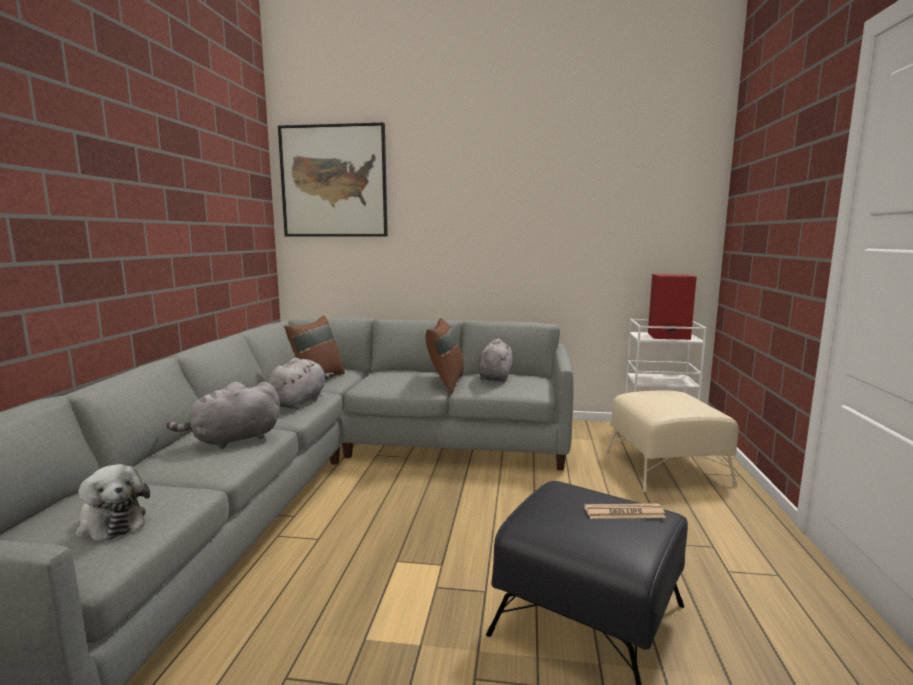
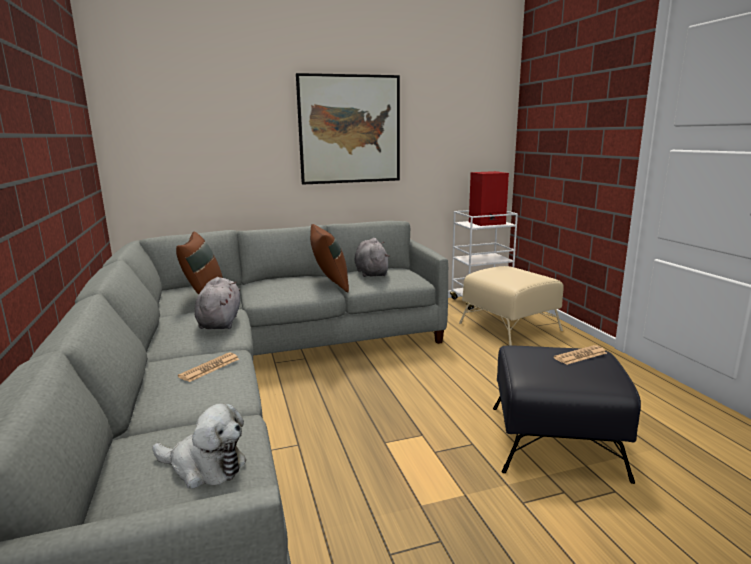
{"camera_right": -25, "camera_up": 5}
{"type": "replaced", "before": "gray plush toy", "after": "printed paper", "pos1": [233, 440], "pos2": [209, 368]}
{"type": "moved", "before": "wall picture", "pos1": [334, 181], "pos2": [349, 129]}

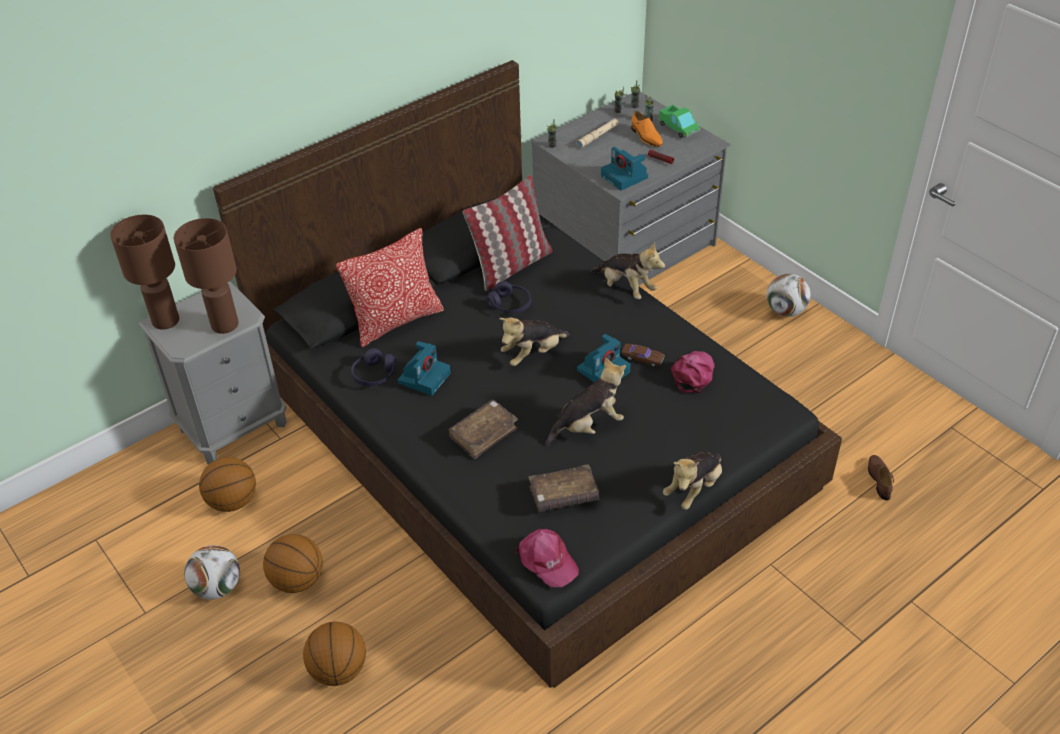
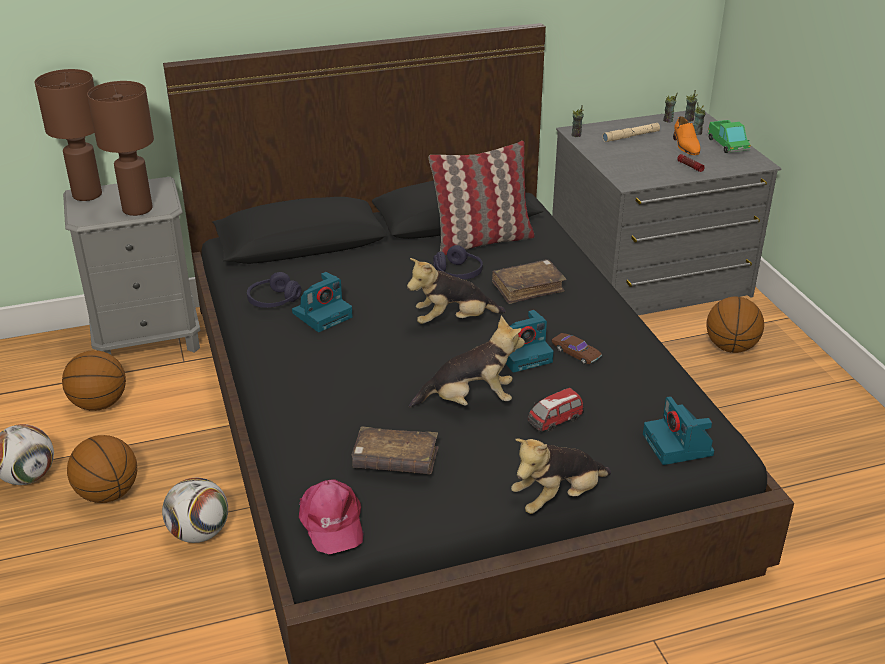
{"camera_right": 20, "camera_up": -10}
{"type": "moved", "before": "basketball", "pos1": [338, 670], "pos2": [731, 347]}
{"type": "removed", "before": "pillow", "pos1": [396, 321]}
{"type": "moved", "before": "brown book", "pos1": [483, 434], "pos2": [527, 288]}
{"type": "removed", "before": "plush toy", "pos1": [626, 288]}
{"type": "moved", "before": "photo camera", "pos1": [625, 177], "pos2": [679, 445]}
{"type": "removed", "before": "pinkish baseball cap", "pos1": [693, 374]}
{"type": "moved", "before": "ball for football", "pos1": [785, 311], "pos2": [199, 533]}
{"type": "removed", "before": "brown item of footwear", "pos1": [879, 479]}
{"type": "added", "after": "miniature car", "pos2": [555, 421]}

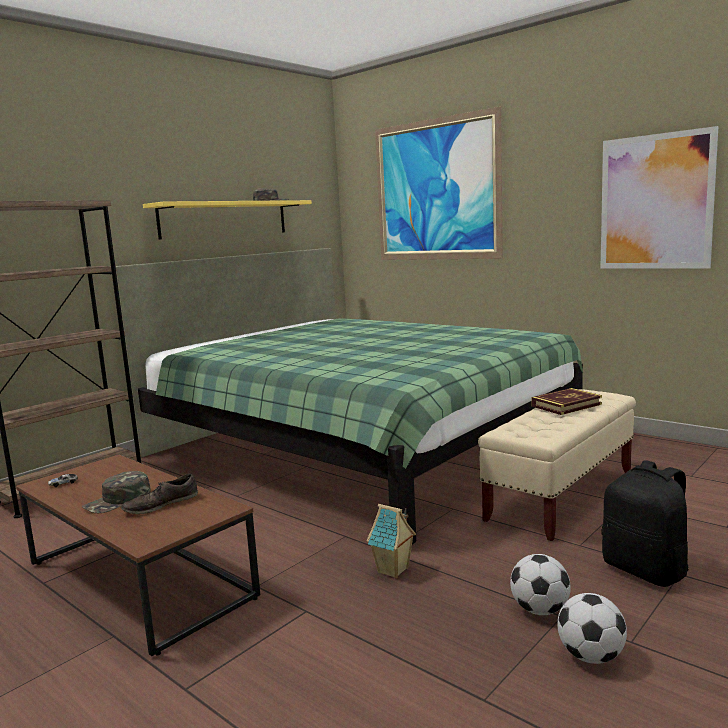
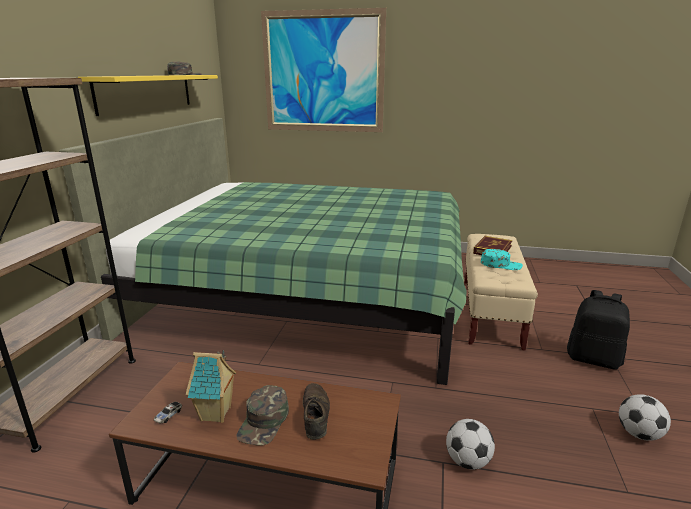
{"camera_right": -30, "camera_up": 10}
{"type": "turned", "before": "brown item of footwear", "pos1": [161, 504], "pos2": [315, 414], "turn": 150}
{"type": "moved", "before": "miniature house", "pos1": [393, 571], "pos2": [216, 414]}
{"type": "moved", "before": "ball for football", "pos1": [539, 610], "pos2": [467, 461]}
{"type": "removed", "before": "wall picture", "pos1": [655, 202]}
{"type": "added", "after": "turquoise baseball cap", "pos2": [501, 264]}

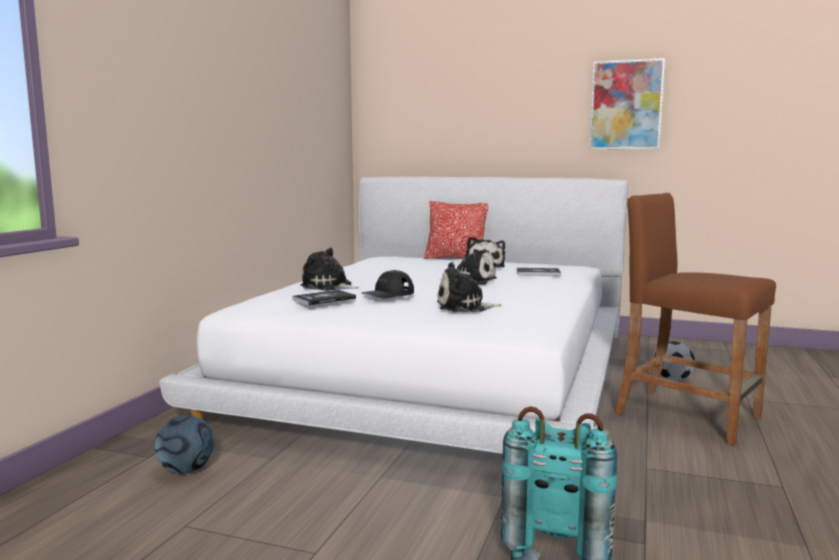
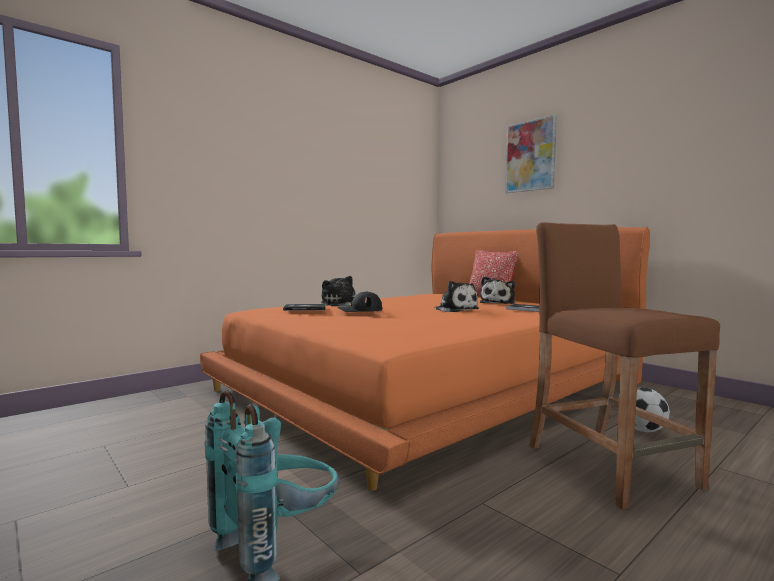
{"camera_right": 30, "camera_up": -5}
{"type": "removed", "before": "ball for football", "pos1": [186, 470]}
{"type": "recoloured", "before": "white-coloured bed", "after": "orange bed", "pos1": [439, 371], "pos2": [428, 384]}
{"type": "removed", "before": "plush toy", "pos1": [464, 307]}
{"type": "moved", "before": "wall picture", "pos1": [626, 105], "pos2": [530, 156]}

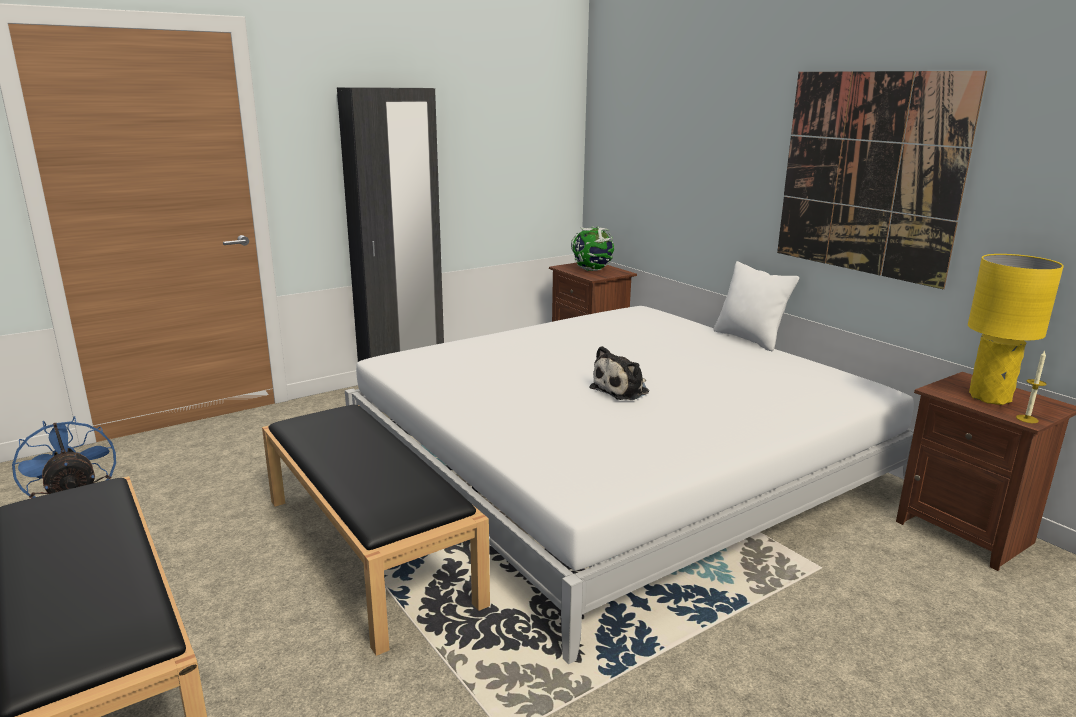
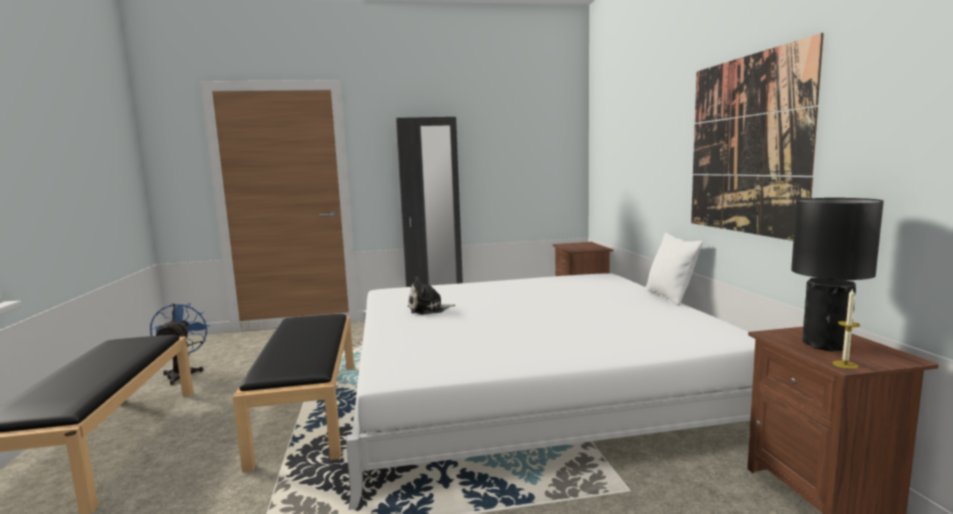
{"camera_right": 25, "camera_up": -10}
{"type": "removed", "before": "world globe", "pos1": [592, 270]}
{"type": "moved", "before": "plush toy", "pos1": [622, 390], "pos2": [428, 309]}
{"type": "recoloured", "before": "yellow-coloured tabletop lamp", "after": "blackish tabletop lamp", "pos1": [990, 398], "pos2": [825, 345]}

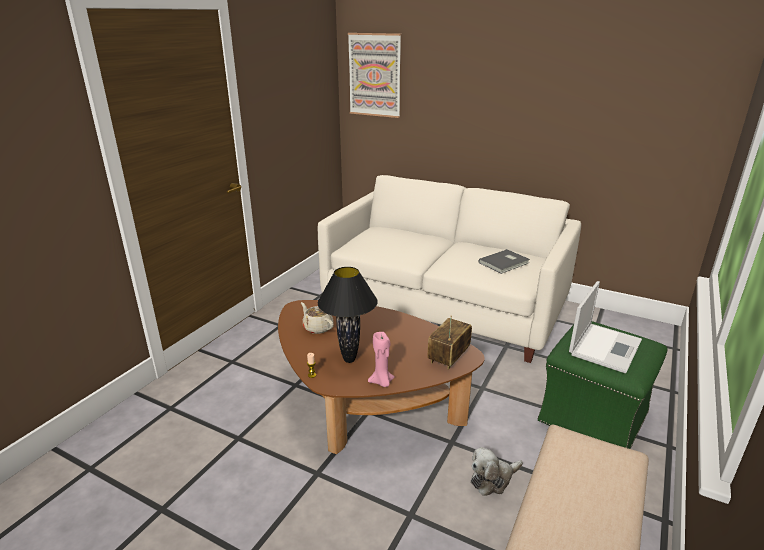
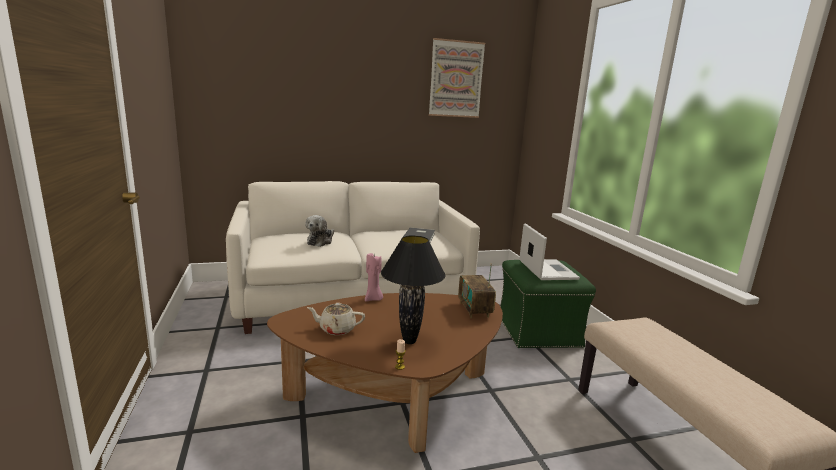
{"camera_right": -45, "camera_up": -10}
{"type": "moved", "before": "wall picture", "pos1": [375, 75], "pos2": [456, 79]}
{"type": "moved", "before": "pinkish candle", "pos1": [382, 382], "pos2": [373, 299]}
{"type": "moved", "before": "plush toy", "pos1": [493, 479], "pos2": [320, 241]}

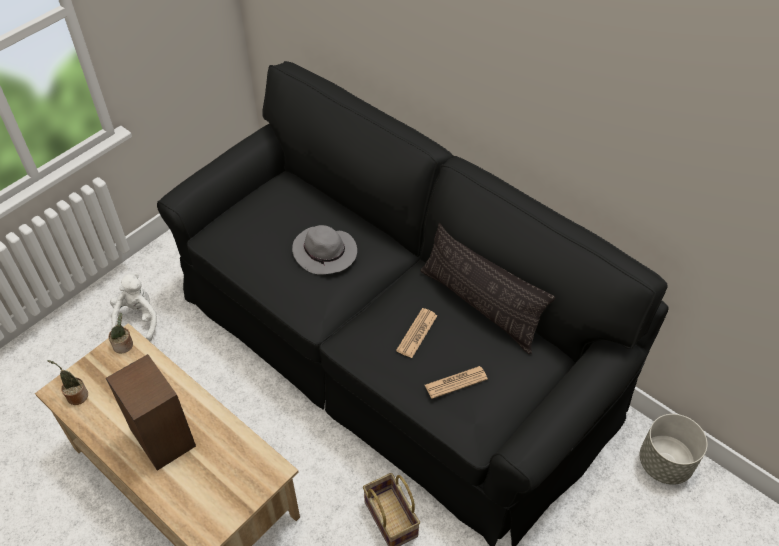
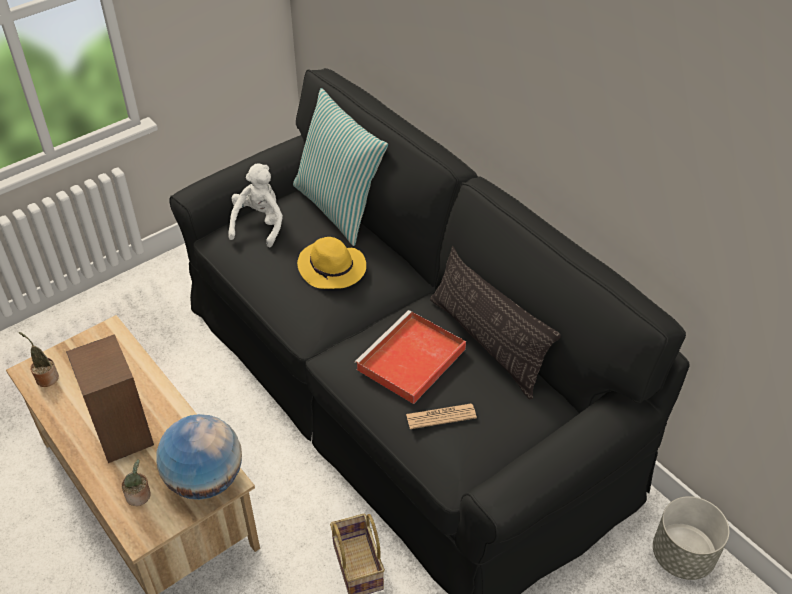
{"camera_right": 10, "camera_up": -5}
{"type": "moved", "before": "houseplant", "pos1": [124, 345], "pos2": [140, 496]}
{"type": "moved", "before": "white-coloured plush toy", "pos1": [138, 320], "pos2": [259, 225]}
{"type": "recoloured", "before": "gray clothing hat", "after": "yellow-coloured clothing hat", "pos1": [326, 253], "pos2": [332, 269]}
{"type": "replaced", "before": "printed paper", "after": "red-coloured serving tray", "pos1": [417, 333], "pos2": [410, 361]}
{"type": "added", "after": "world globe", "pos2": [205, 480]}
{"type": "added", "after": "pillow", "pos2": [339, 207]}

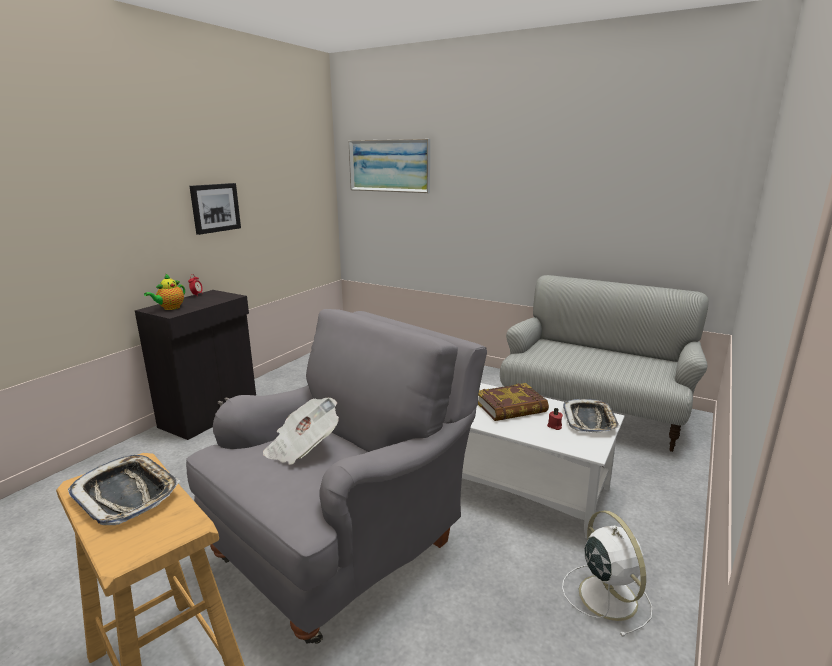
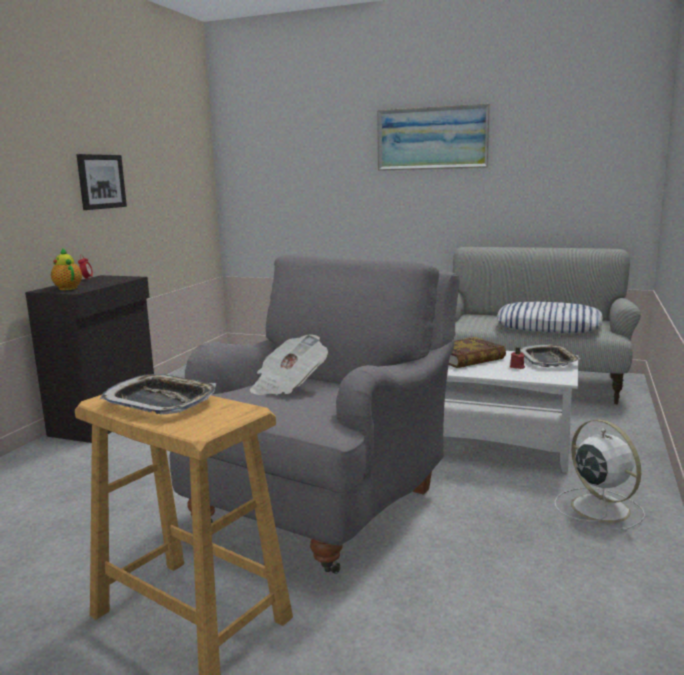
{"camera_right": -10, "camera_up": -5}
{"type": "turned", "before": "pot for tea", "pos1": [170, 308], "pos2": [67, 288], "turn": 120}
{"type": "moved", "before": "wall picture", "pos1": [389, 165], "pos2": [432, 138]}
{"type": "added", "after": "pillow", "pos2": [549, 326]}

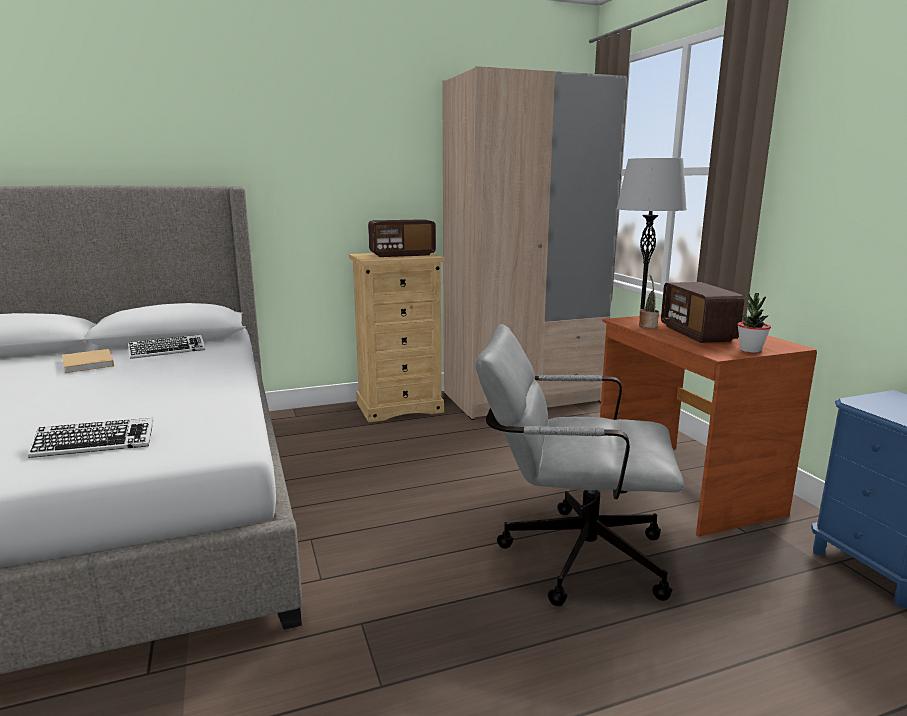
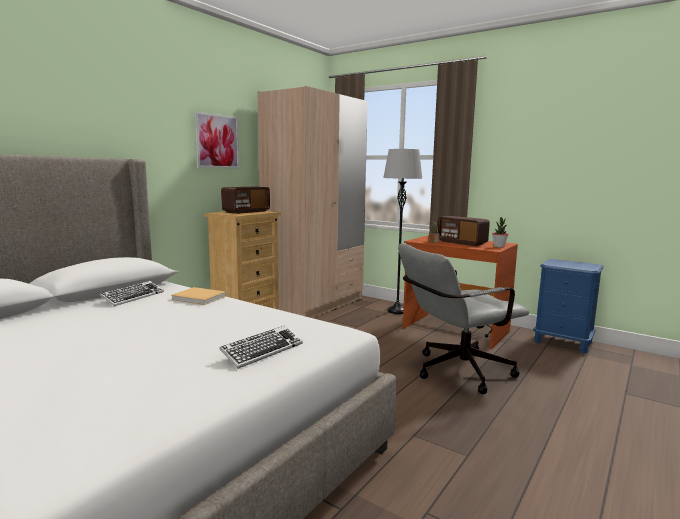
{"camera_right": -35, "camera_up": -5}
{"type": "moved", "before": "sand-coloured book", "pos1": [88, 363], "pos2": [200, 298]}
{"type": "added", "after": "wall picture", "pos2": [217, 141]}

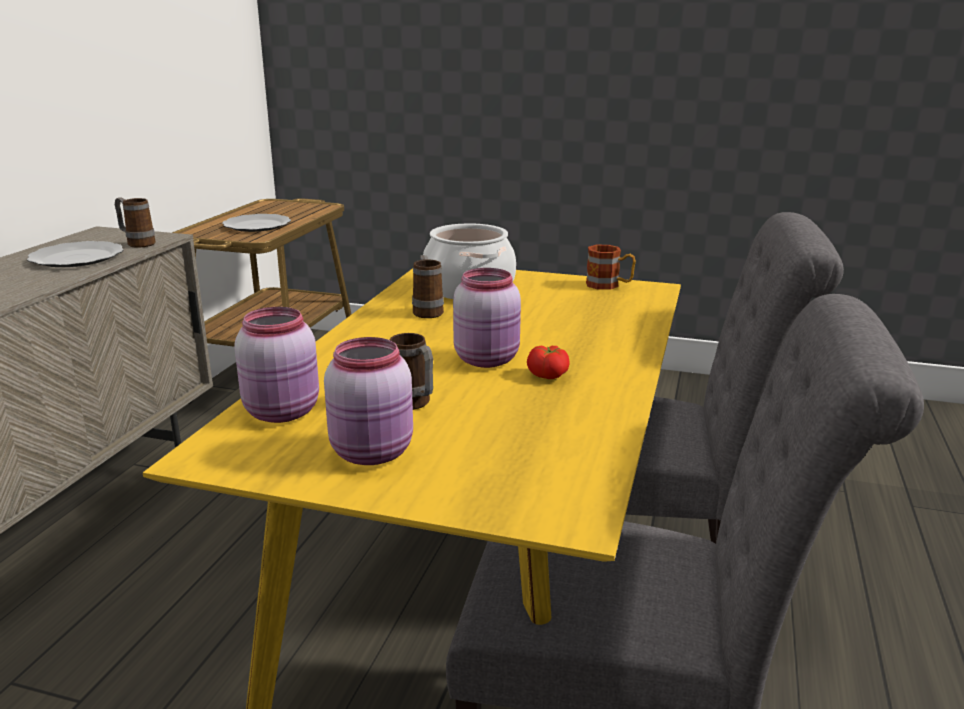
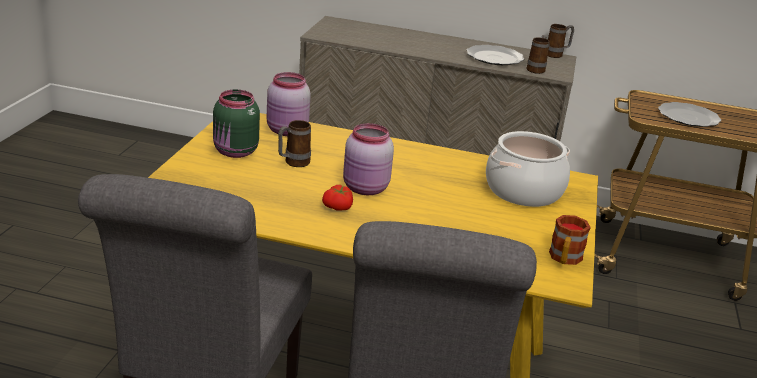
{"camera_right": 85, "camera_up": 5}
{"type": "recoloured", "before": "pinkish jar", "after": "greenish jar", "pos1": [374, 452], "pos2": [235, 152]}
{"type": "moved", "before": "mug", "pos1": [427, 311], "pos2": [557, 55]}

